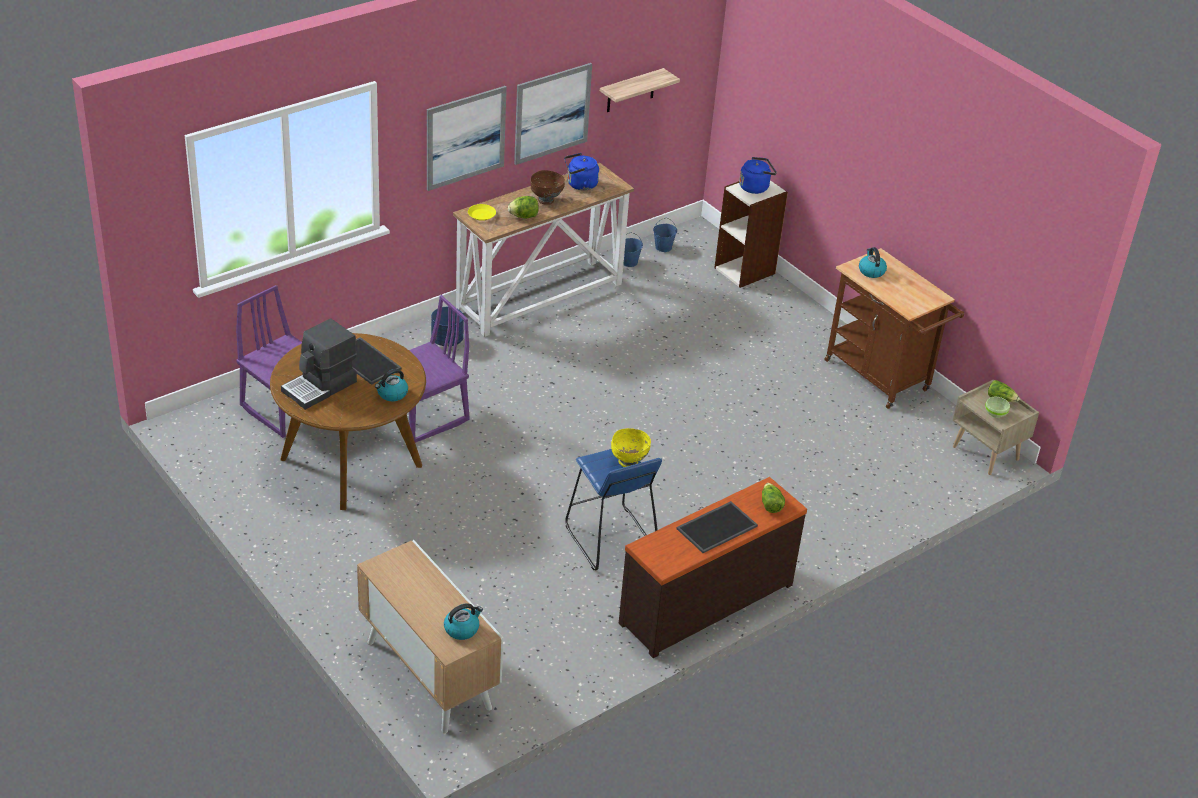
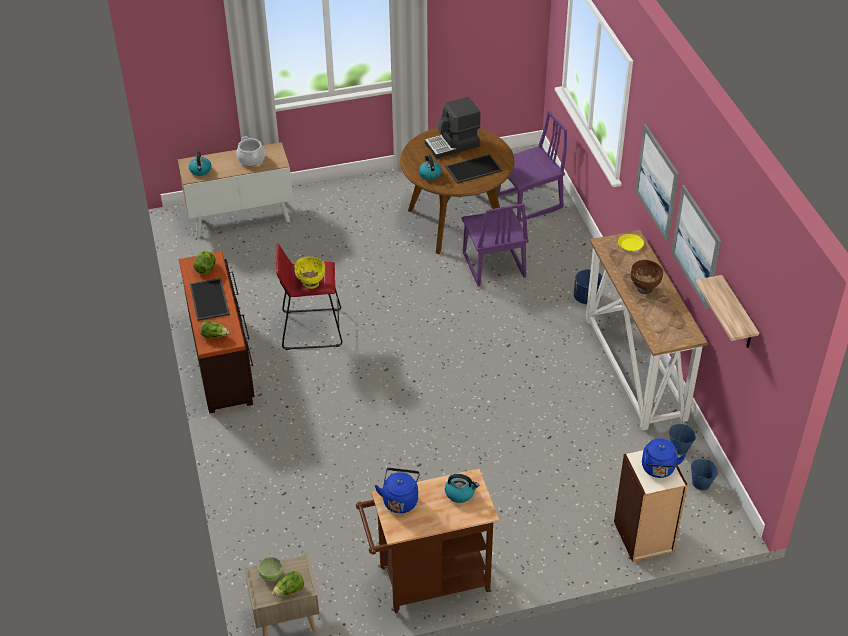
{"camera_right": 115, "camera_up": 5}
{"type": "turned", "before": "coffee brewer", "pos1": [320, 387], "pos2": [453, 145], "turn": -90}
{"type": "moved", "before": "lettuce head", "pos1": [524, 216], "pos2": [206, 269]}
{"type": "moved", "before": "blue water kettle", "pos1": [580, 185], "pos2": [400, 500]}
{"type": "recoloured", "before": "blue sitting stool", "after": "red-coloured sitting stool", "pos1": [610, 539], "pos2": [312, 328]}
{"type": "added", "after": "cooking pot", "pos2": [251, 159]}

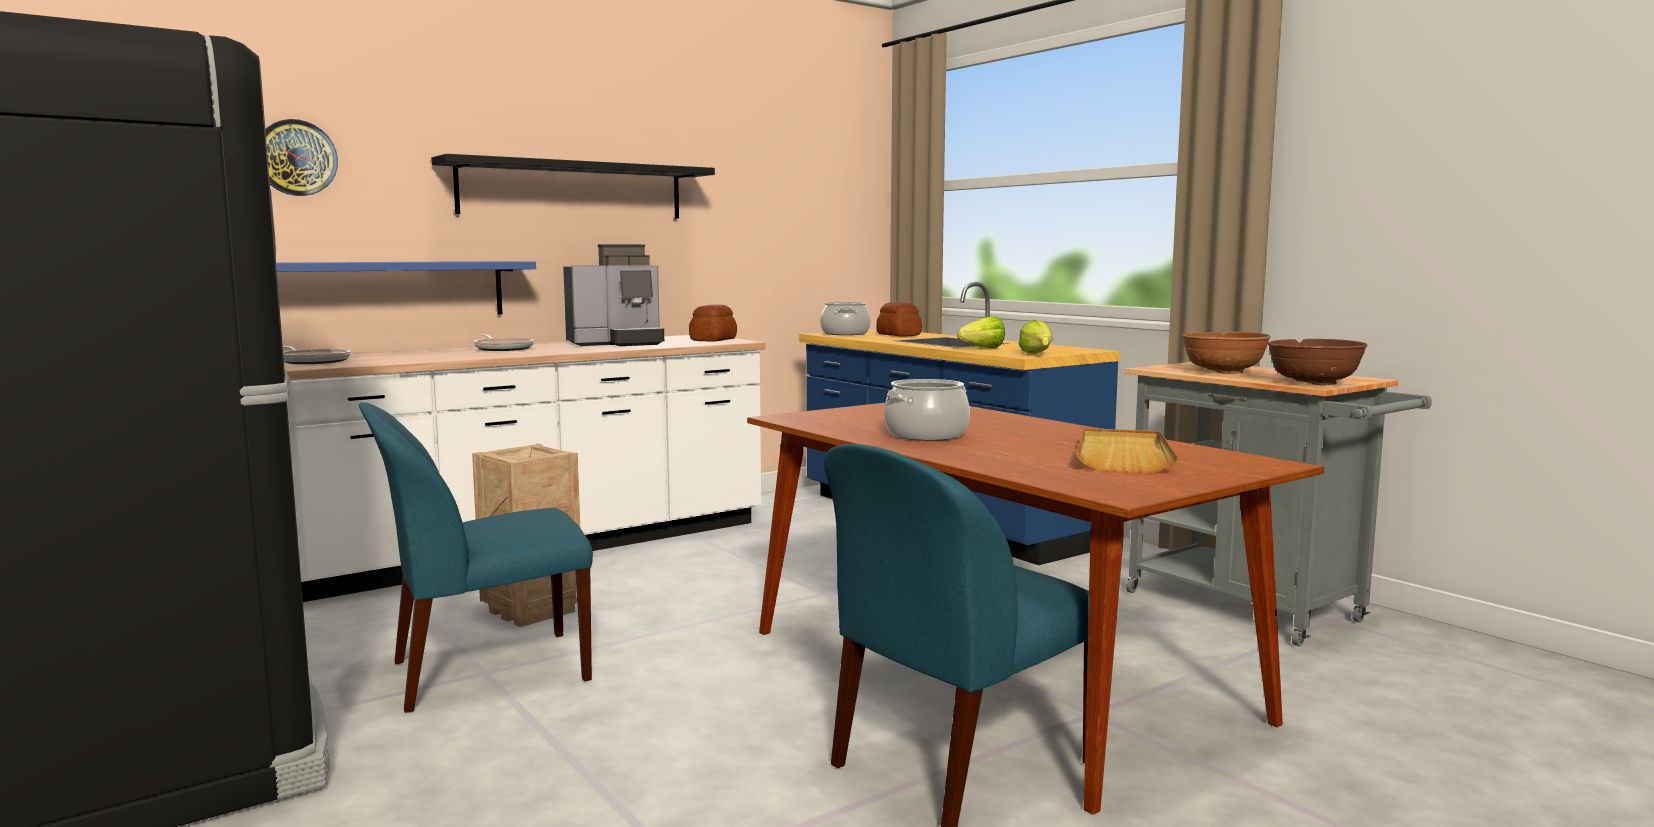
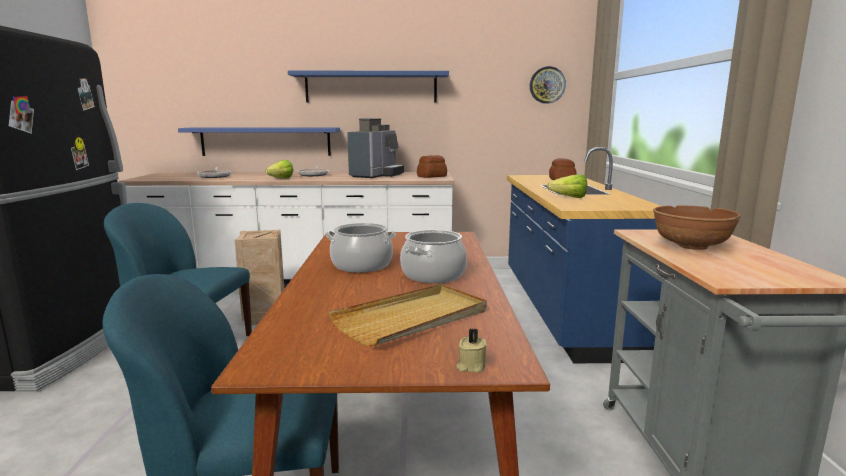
{"camera_right": 35, "camera_up": 5}
{"type": "moved", "before": "clock on the wall", "pos1": [296, 158], "pos2": [547, 85]}
{"type": "recoloured", "before": "blackish wall shelf", "after": "blue wall shelf", "pos1": [573, 190], "pos2": [371, 87]}
{"type": "turned", "before": "coffee brewer", "pos1": [617, 343], "pos2": [377, 175], "turn": -75}
{"type": "moved", "before": "cooking pot", "pos1": [844, 333], "pos2": [433, 275]}
{"type": "moved", "before": "lettuce head", "pos1": [1037, 355], "pos2": [278, 179]}
{"type": "removed", "before": "brown serving bowl", "pos1": [1313, 383]}
{"type": "added", "after": "sand-coloured candle", "pos2": [470, 366]}

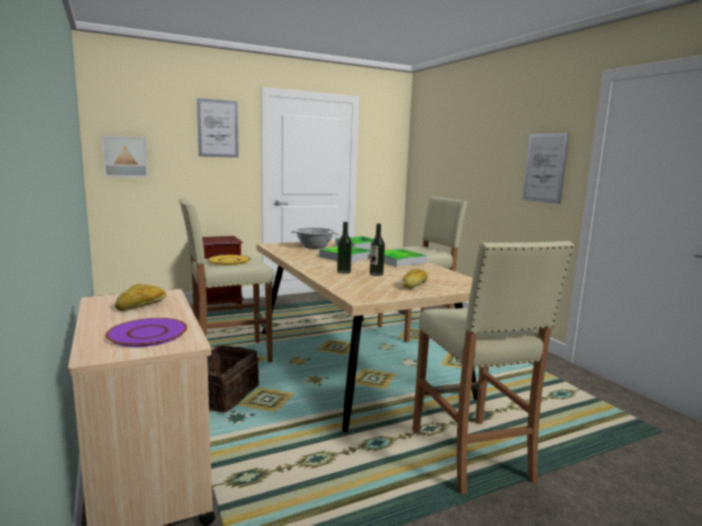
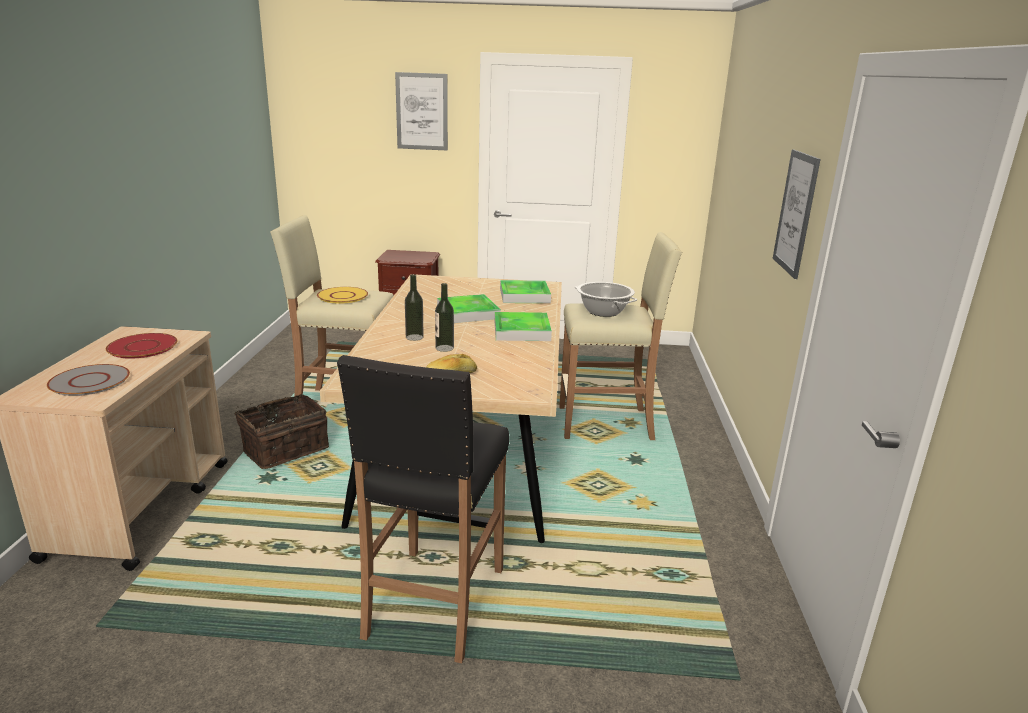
{"camera_right": 30, "camera_up": 10}
{"type": "removed", "before": "wall picture", "pos1": [125, 156]}
{"type": "recoloured", "before": "purple flat dish", "after": "gray flat dish", "pos1": [148, 333], "pos2": [90, 381]}
{"type": "replaced", "before": "bakery bread", "after": "red-coloured flat dish", "pos1": [142, 305], "pos2": [143, 347]}
{"type": "moved", "before": "cooking pot", "pos1": [315, 246], "pos2": [604, 311]}
{"type": "recoloured", "before": "sand-coloured sitting stool", "after": "blackish sitting stool", "pos1": [471, 455], "pos2": [434, 604]}

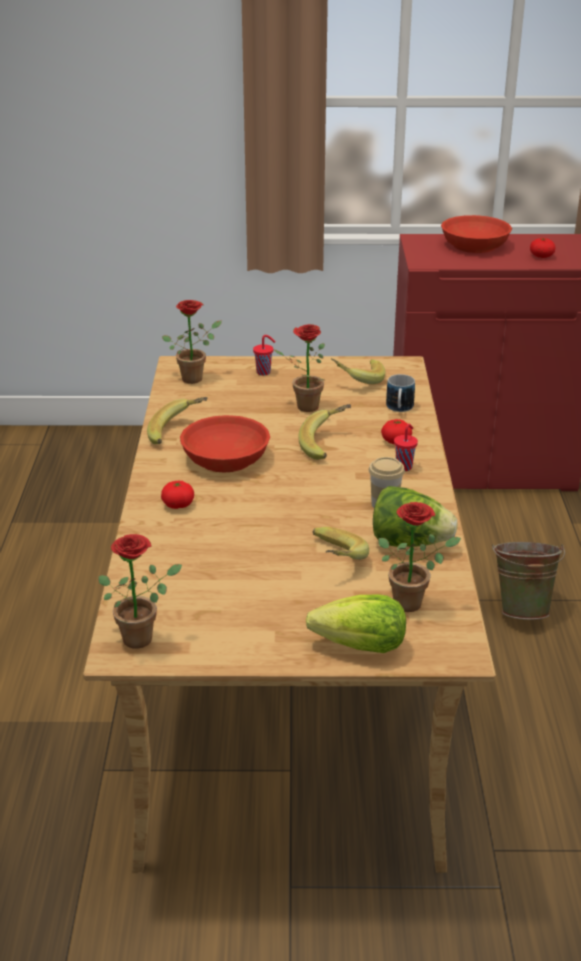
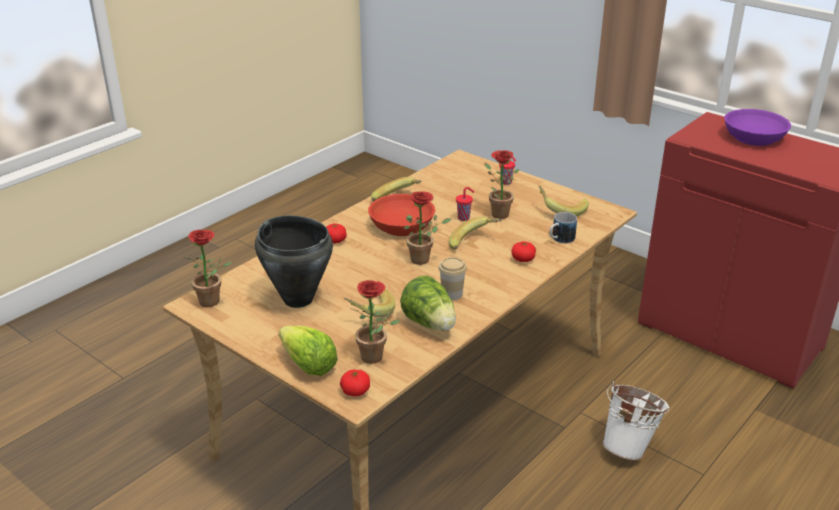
{"camera_right": 40, "camera_up": 0}
{"type": "moved", "before": "houseplant", "pos1": [195, 377], "pos2": [424, 259]}
{"type": "moved", "before": "red-coloured drinking cup", "pos1": [404, 466], "pos2": [464, 218]}
{"type": "recoloured", "before": "red-coloured serving bowl", "after": "purple serving bowl", "pos1": [474, 245], "pos2": [754, 137]}
{"type": "recoloured", "before": "greenish bucket", "after": "white-coloured bucket", "pos1": [522, 608], "pos2": [629, 447]}
{"type": "moved", "before": "fresh tomato", "pos1": [541, 256], "pos2": [355, 391]}
{"type": "added", "after": "blackish cooking pot", "pos2": [298, 299]}

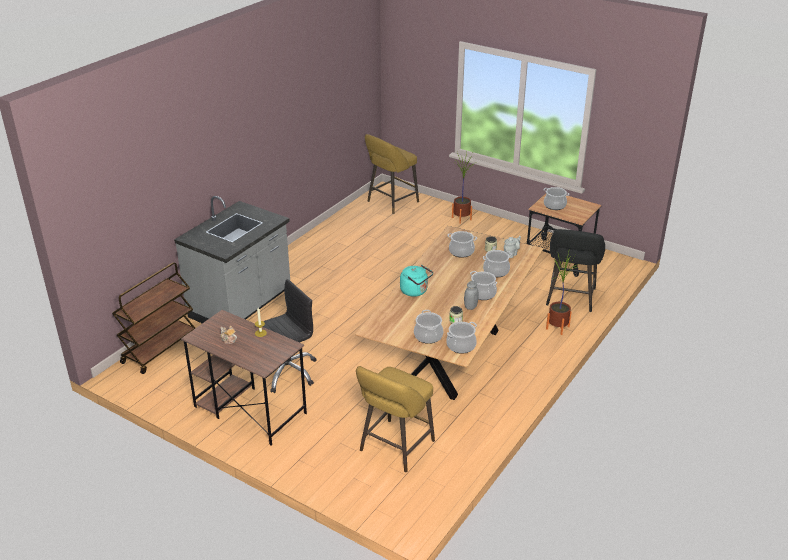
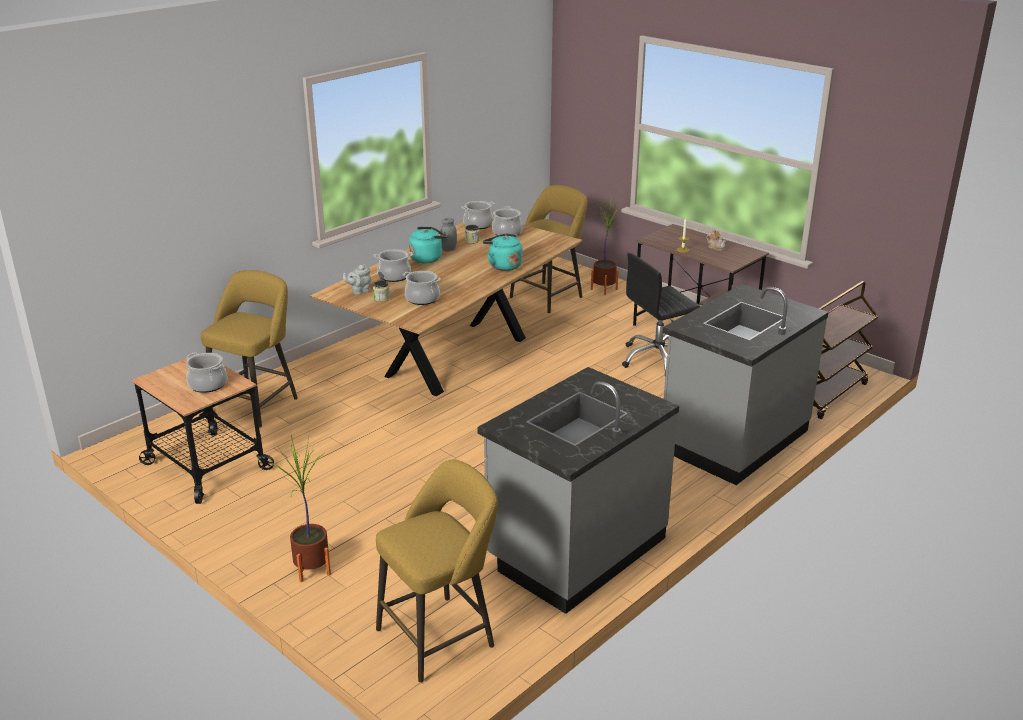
{"camera_right": -170, "camera_up": -5}
{"type": "replaced", "before": "cooking pot", "after": "turquoise water kettle", "pos1": [482, 294], "pos2": [427, 258]}
{"type": "recoloured", "before": "blackish sitting stool", "after": "yellow-coloured sitting stool", "pos1": [570, 299], "pos2": [256, 403]}
{"type": "moved", "before": "houseplant", "pos1": [557, 328], "pos2": [604, 289]}
{"type": "added", "after": "gray kitchen counter", "pos2": [575, 549]}

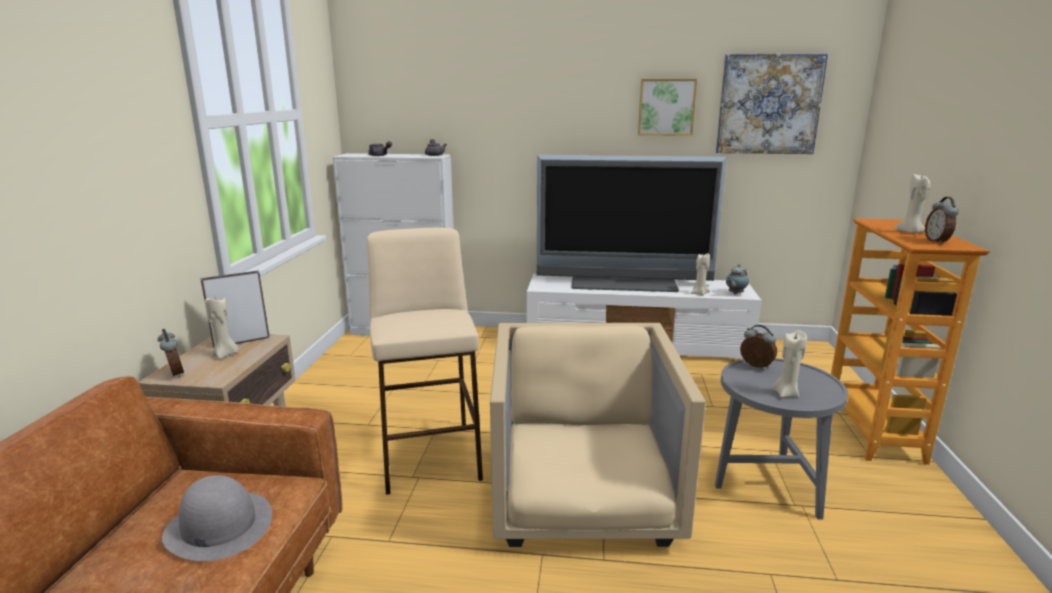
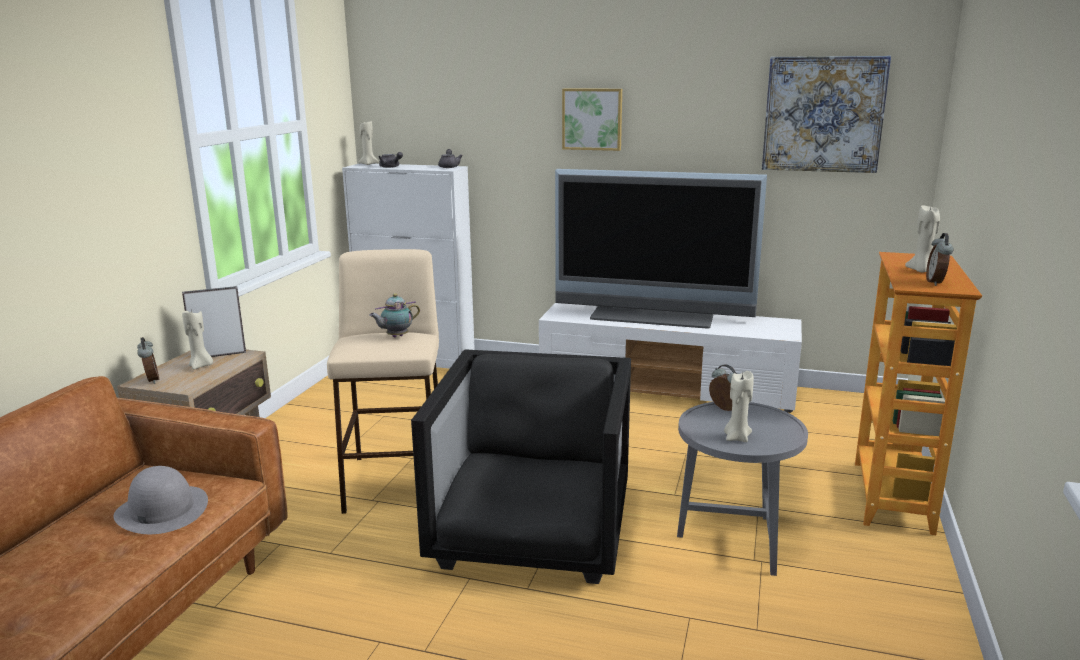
{"camera_right": 10, "camera_up": 0}
{"type": "recoloured", "before": "sand-coloured armchair", "after": "blackish armchair", "pos1": [583, 498], "pos2": [533, 533]}
{"type": "moved", "before": "wall picture", "pos1": [666, 107], "pos2": [592, 119]}
{"type": "moved", "before": "sand-coloured candle", "pos1": [699, 293], "pos2": [368, 164]}
{"type": "moved", "before": "pot for tea", "pos1": [734, 294], "pos2": [396, 336]}

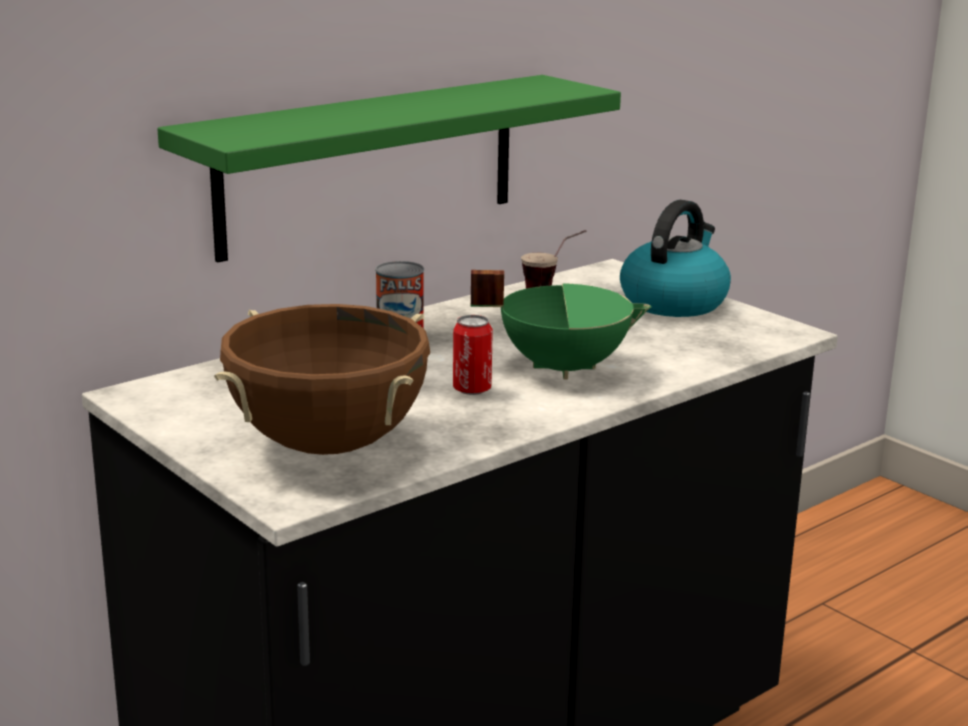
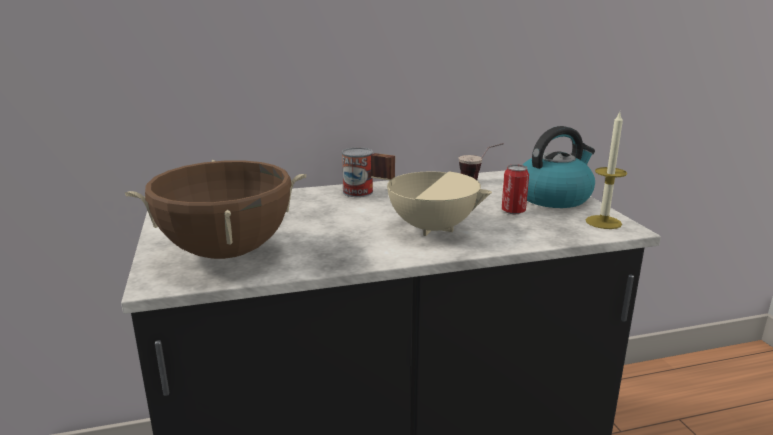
{"camera_right": 25, "camera_up": 0}
{"type": "removed", "before": "greenish wall shelf", "pos1": [370, 164]}
{"type": "moved", "before": "metal can", "pos1": [472, 389], "pos2": [513, 211]}
{"type": "recoloured", "before": "greenish cooking pot", "after": "sand-coloured cooking pot", "pos1": [563, 367], "pos2": [432, 227]}
{"type": "added", "after": "candle", "pos2": [603, 222]}

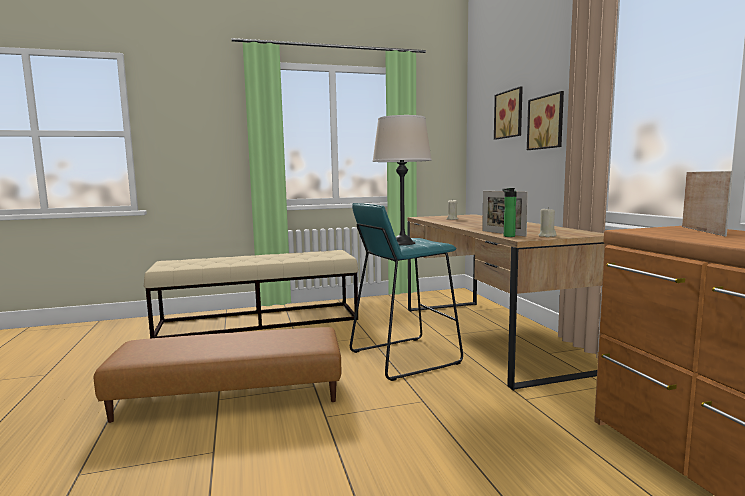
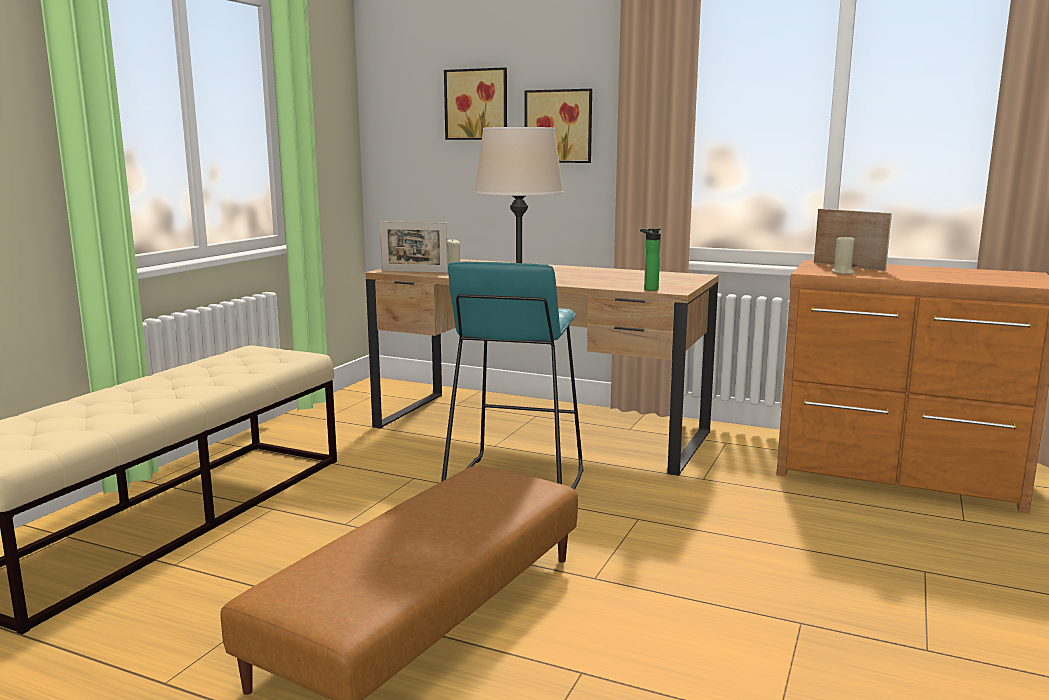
{"camera_right": -50, "camera_up": 5}
{"type": "moved", "before": "picture frame", "pos1": [503, 233], "pos2": [414, 271]}
{"type": "moved", "before": "sand-coloured candle", "pos1": [547, 236], "pos2": [843, 272]}

